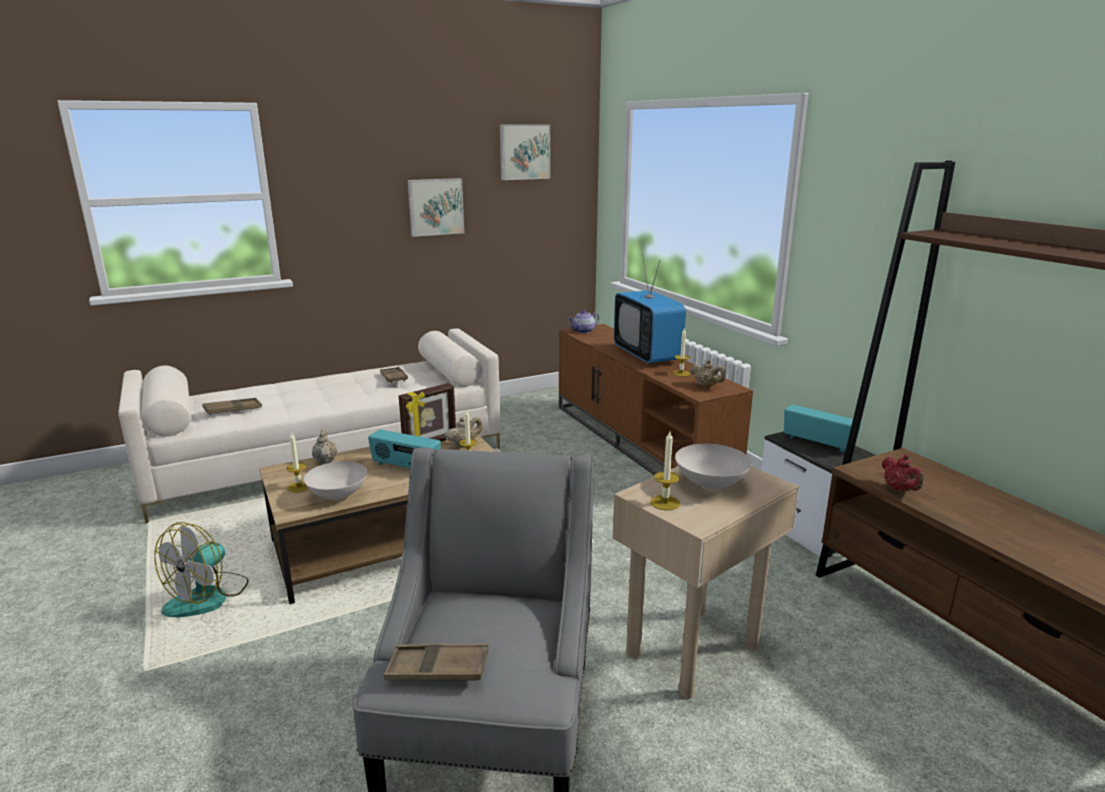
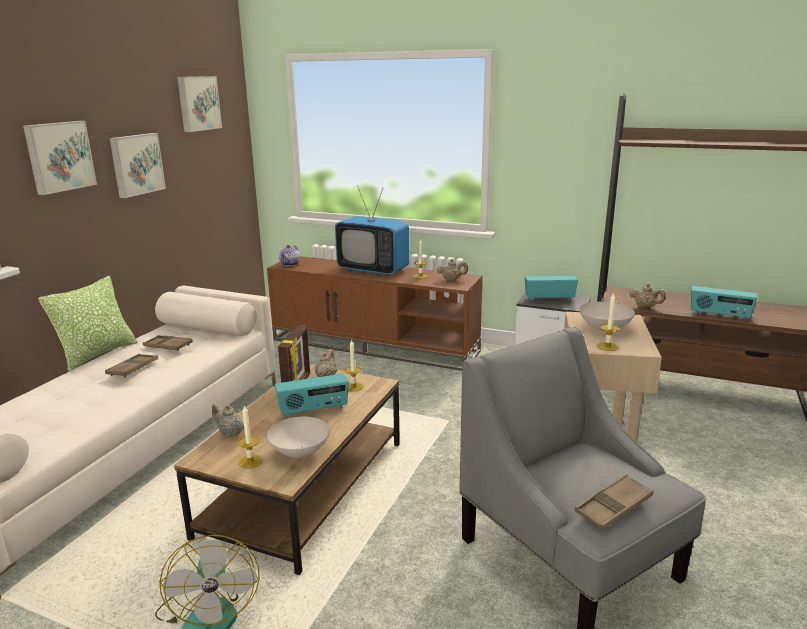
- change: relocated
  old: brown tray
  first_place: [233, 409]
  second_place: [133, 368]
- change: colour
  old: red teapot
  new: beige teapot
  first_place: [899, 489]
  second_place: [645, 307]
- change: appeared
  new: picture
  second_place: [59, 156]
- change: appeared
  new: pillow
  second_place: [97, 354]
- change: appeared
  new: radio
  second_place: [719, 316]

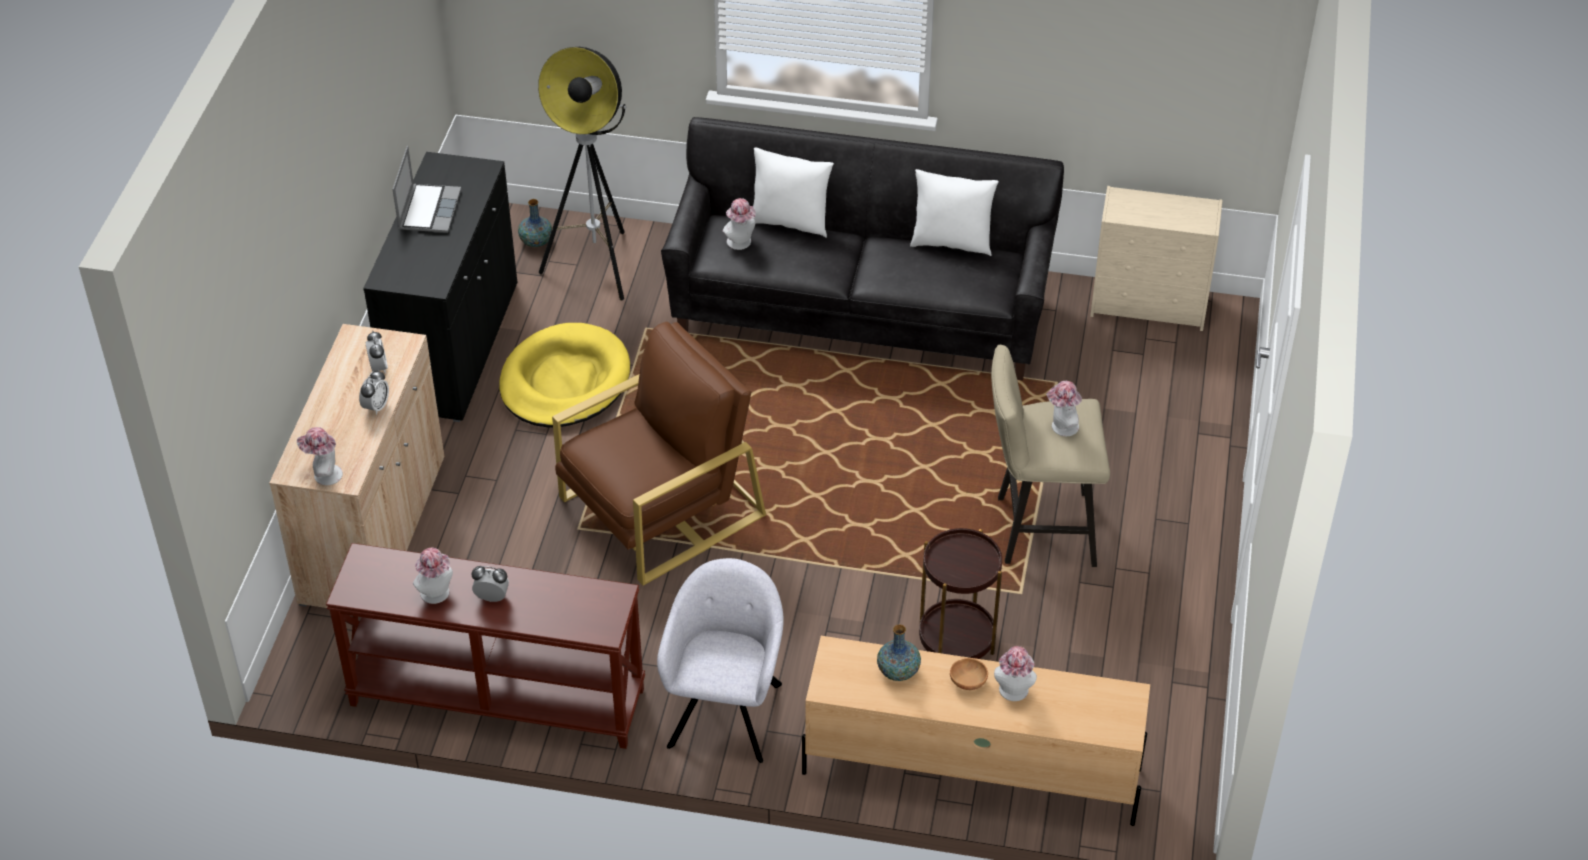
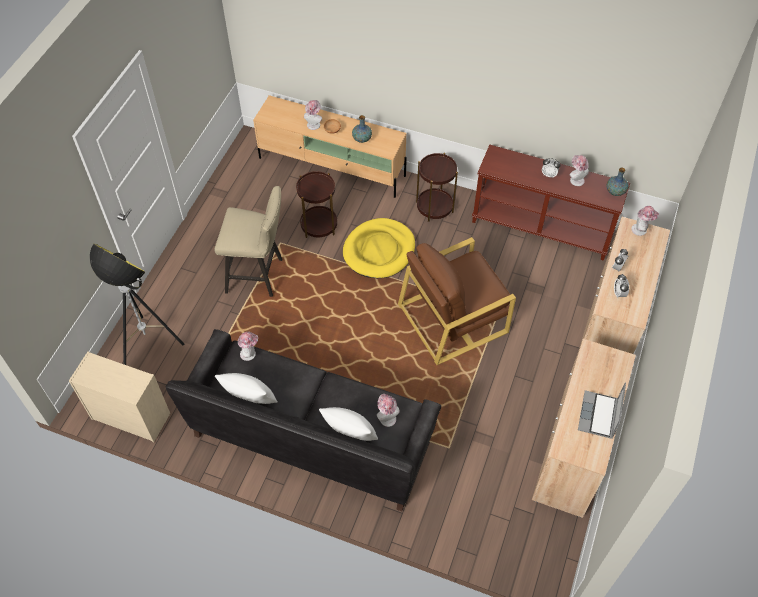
- change: relocated
  old: floor lamp
  first_place: [597, 266]
  second_place: [148, 344]
- change: colour
  old: black cabinet
  new: beige cabinet
  first_place: [453, 347]
  second_place: [572, 452]
- change: relocated
  old: vase
  first_place: [536, 242]
  second_place: [615, 191]
- change: relocated
  old: yellow dog bed
  first_place: [564, 381]
  second_place: [379, 250]
- change: relocated
  old: hat
  first_place: [1061, 427]
  second_place: [250, 353]
- change: exchanged
  old: grey armchair
  new: brown side table
  first_place: [726, 710]
  second_place: [434, 207]

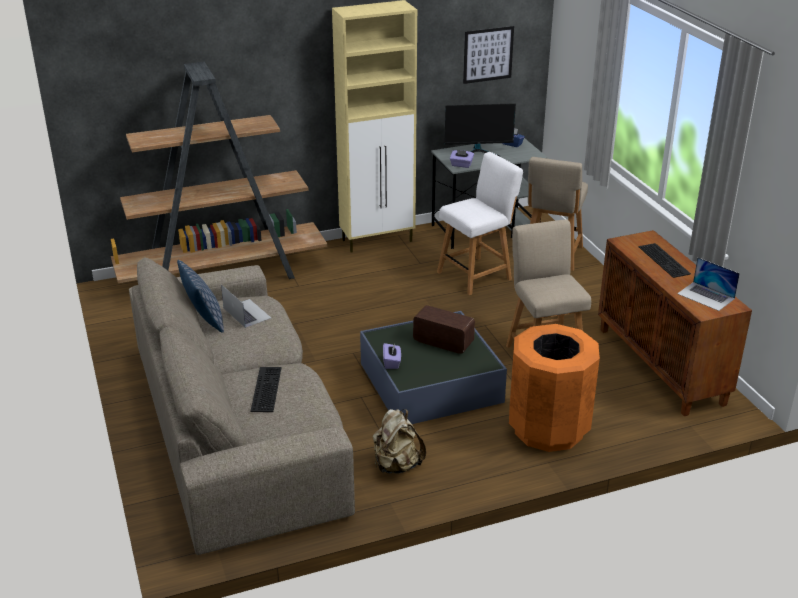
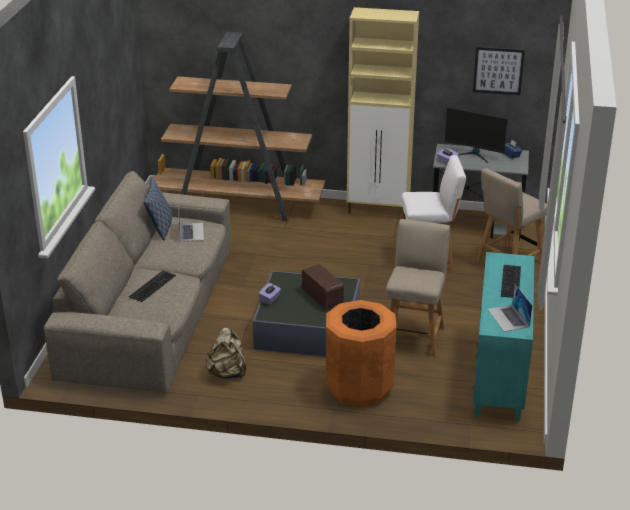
- change: colour
  old: brown cabinet
  new: turquoise cabinet
  first_place: [661, 366]
  second_place: [500, 375]

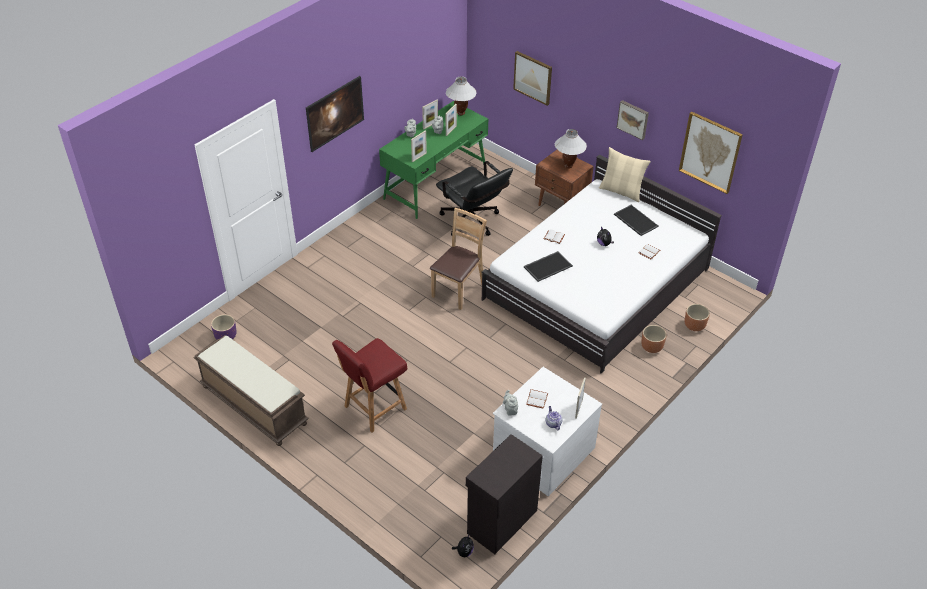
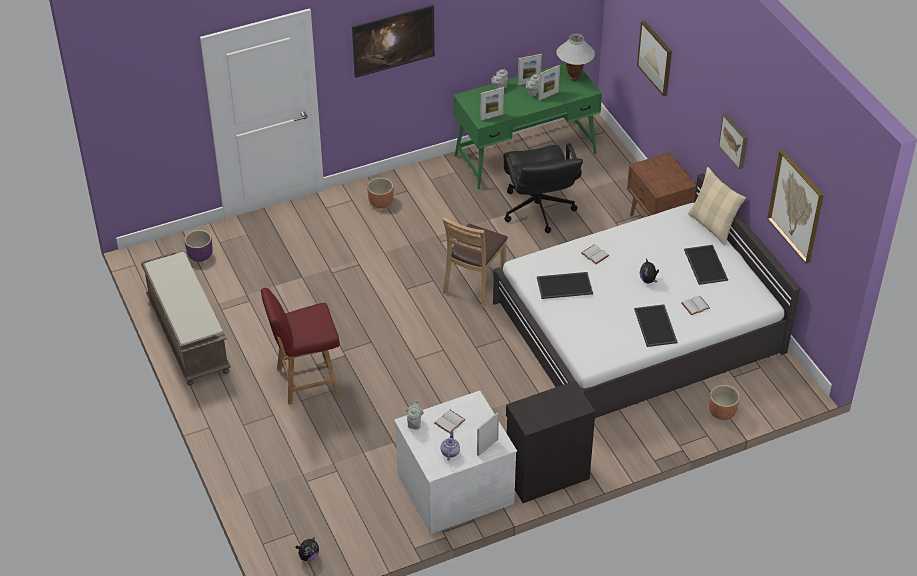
- change: missing
  old: white table lamp
  first_place: [568, 165]
- change: spun
  old: brown chair
  first_place: [458, 290]
  second_place: [474, 284]
  degrees: 150
- change: relocated
  old: brown planter
  first_place: [651, 347]
  second_place: [380, 203]
- change: relocated
  old: black cabinet
  first_place: [501, 521]
  second_place: [546, 476]
- change: appeared
  new: tray
  second_place: [656, 326]

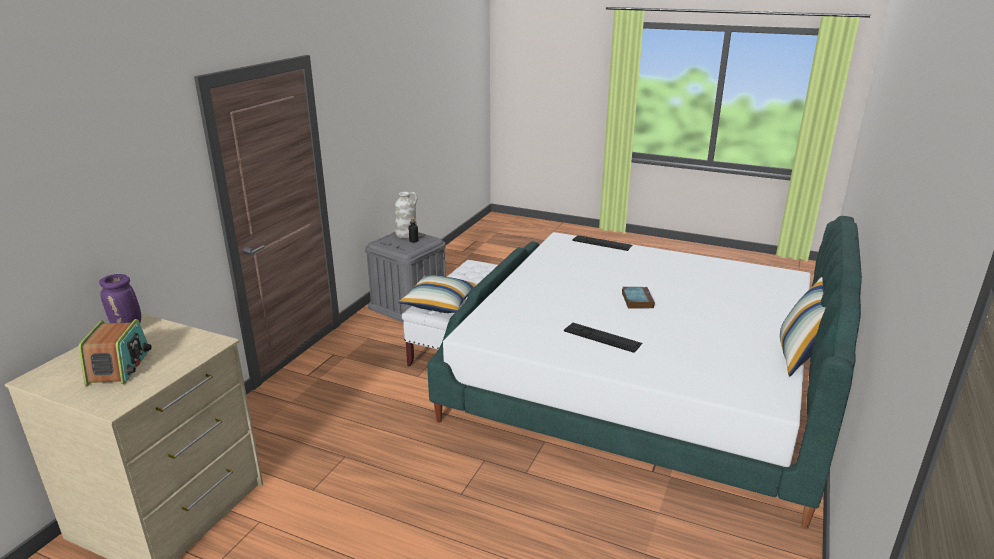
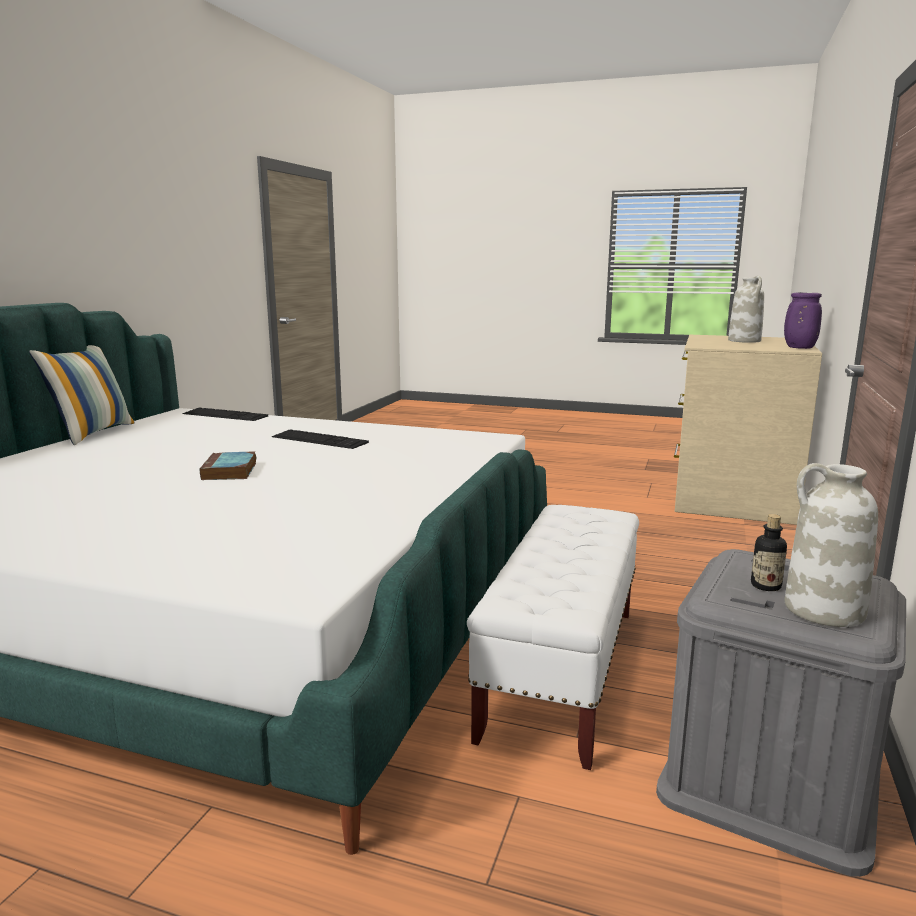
- change: relocated
  old: keyboard
  first_place: [602, 243]
  second_place: [225, 415]
- change: missing
  old: pillow
  first_place: [440, 304]
- change: exchanged
  old: radio
  new: white vase
  first_place: [120, 367]
  second_place: [745, 341]

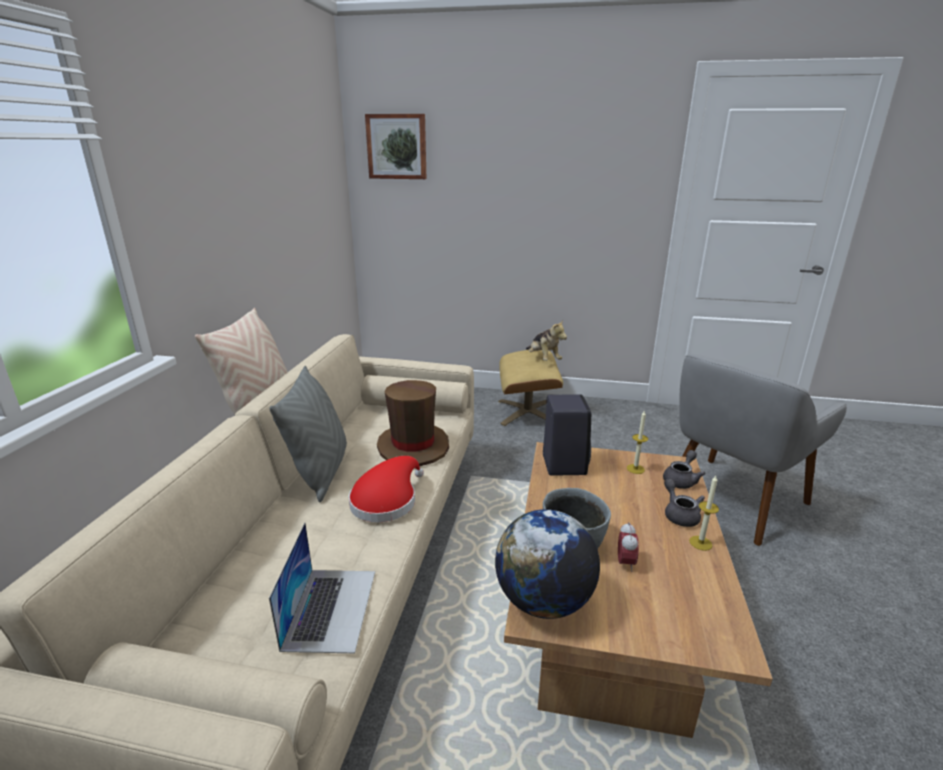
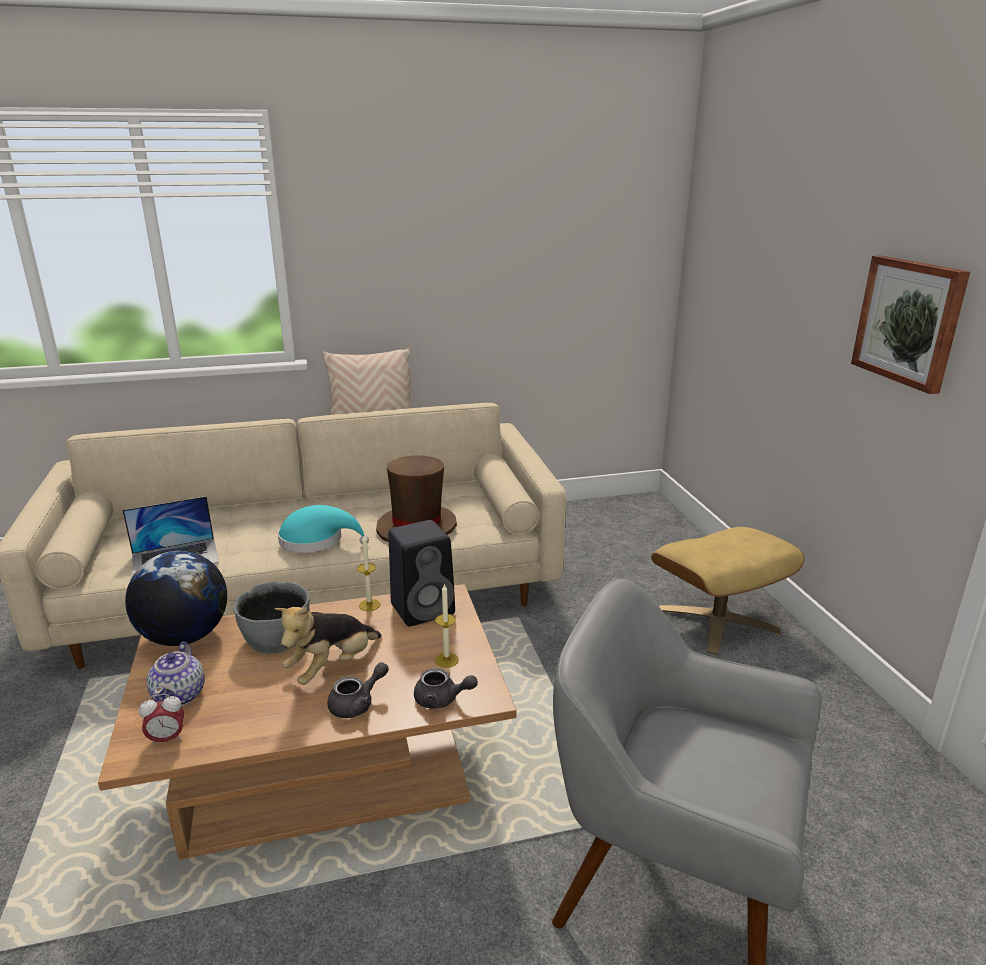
- change: relocated
  old: picture
  first_place: [397, 147]
  second_place: [909, 321]
- change: relocated
  old: plush toy
  first_place: [543, 359]
  second_place: [332, 667]
- change: missing
  old: grey pillow
  first_place: [320, 472]
- change: colour
  old: red hat
  new: turquoise hat
  first_place: [386, 500]
  second_place: [316, 540]
- change: relocated
  old: candle
  first_place: [700, 543]
  second_place: [369, 605]
- change: relocated
  old: alarm clock
  first_place: [625, 563]
  second_place: [167, 739]
- change: appeared
  new: teapot
  second_place: [180, 695]

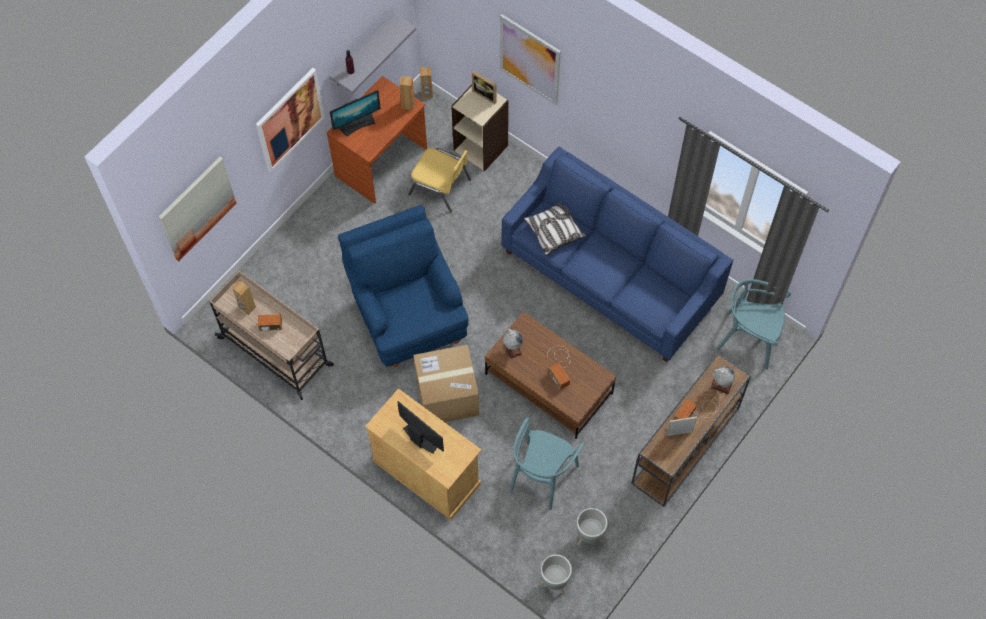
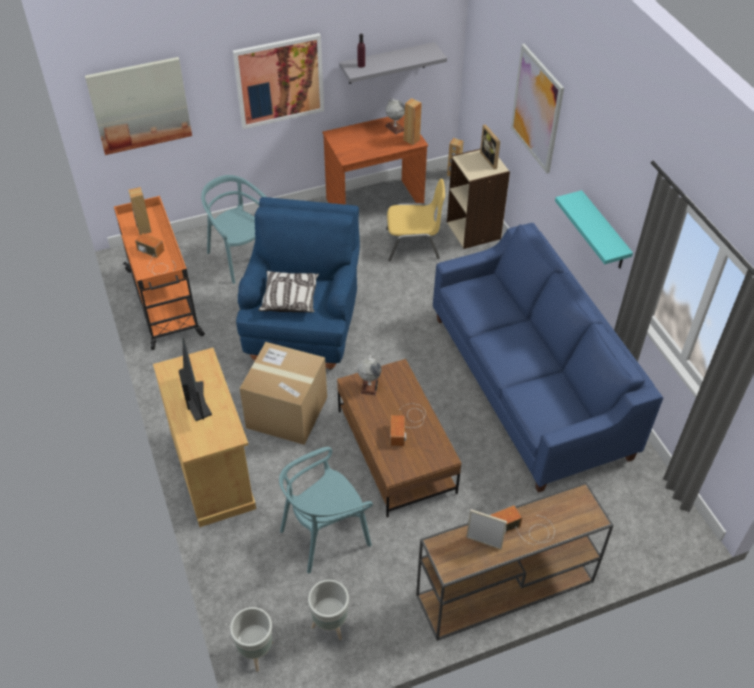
- change: missing
  old: monitor
  first_place: [357, 124]
- change: spun
  old: yellow chair
  first_place: [441, 187]
  second_place: [413, 244]
  degrees: -60
- change: relocated
  old: pillow
  first_place: [554, 232]
  second_place: [290, 299]
- change: colour
  old: beige cart
  new: orange cart
  first_place: [276, 352]
  second_place: [164, 303]
- change: relocated
  old: turquoise chair
  first_place: [749, 338]
  second_place: [241, 257]
- change: relocated
  old: globe
  first_place: [721, 385]
  second_place: [395, 128]
- change: appeared
  new: turquoise shelf
  second_place: [603, 232]

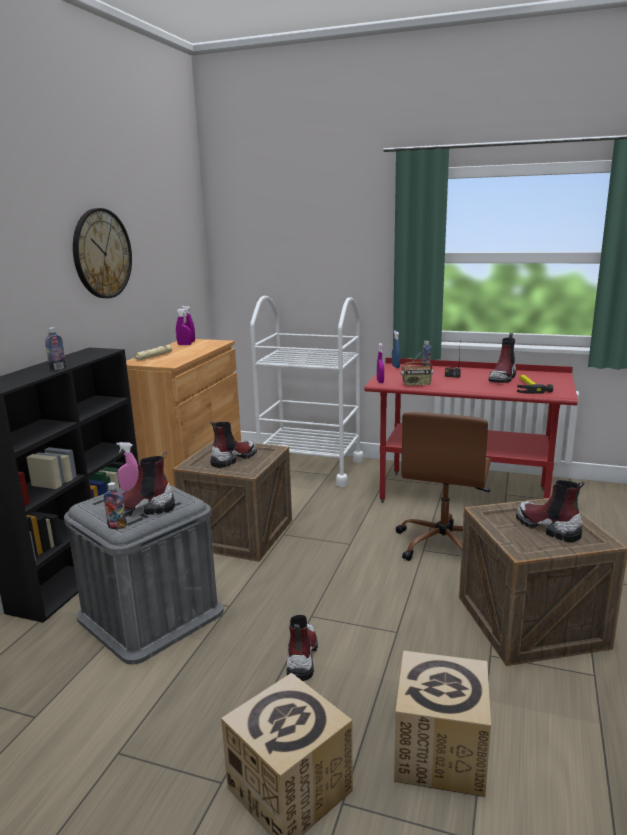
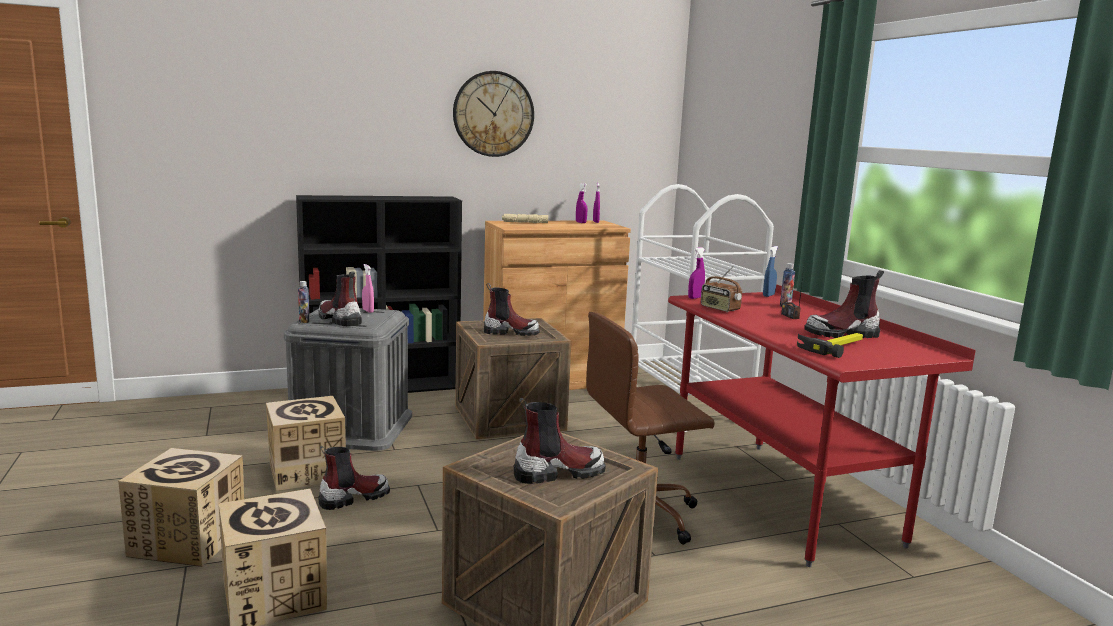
- change: missing
  old: bottle
  first_place: [58, 368]
- change: spun
  old: boot
  first_place: [547, 527]
  second_place: [558, 473]
  degrees: 60
- change: appeared
  new: cardboard box
  second_place: [306, 471]

